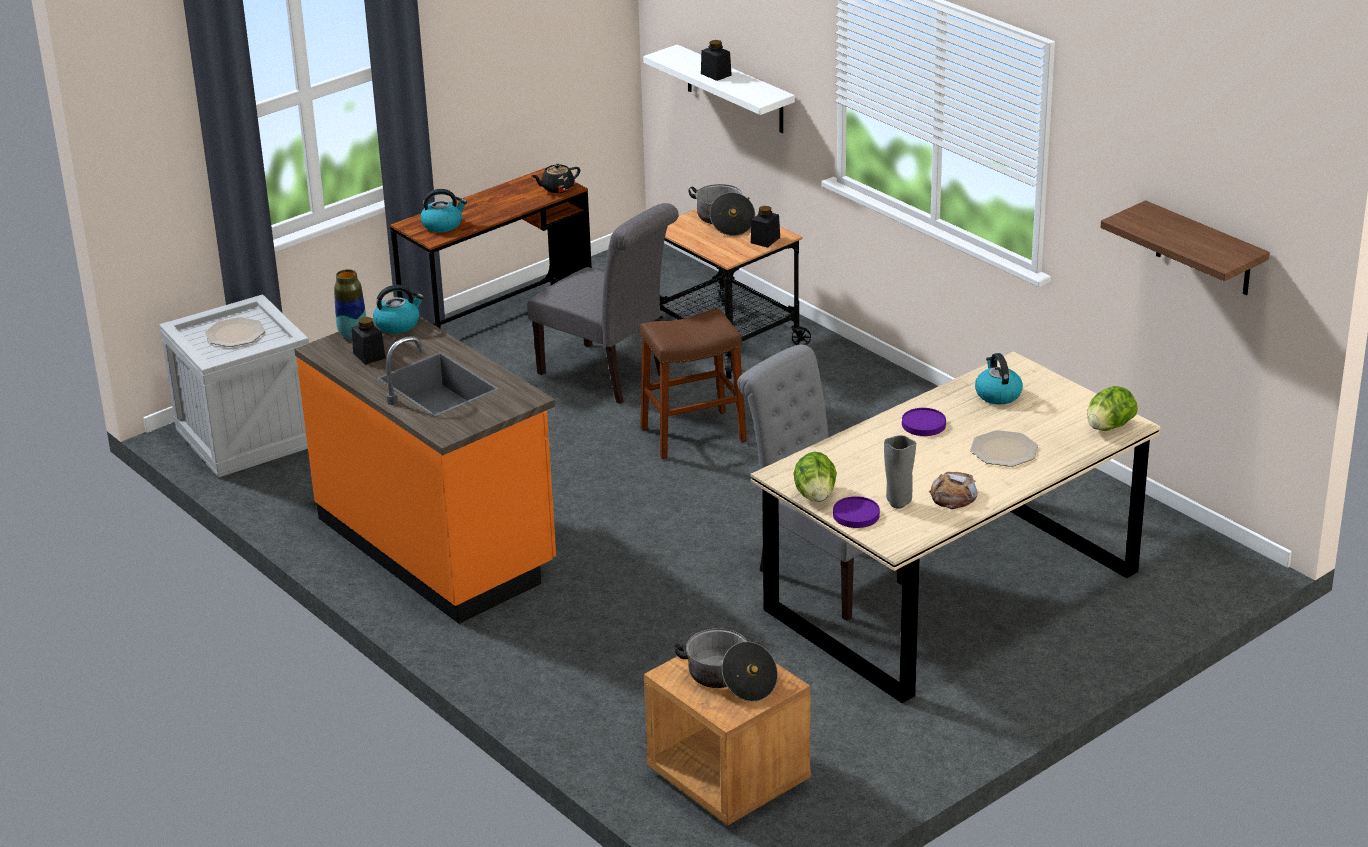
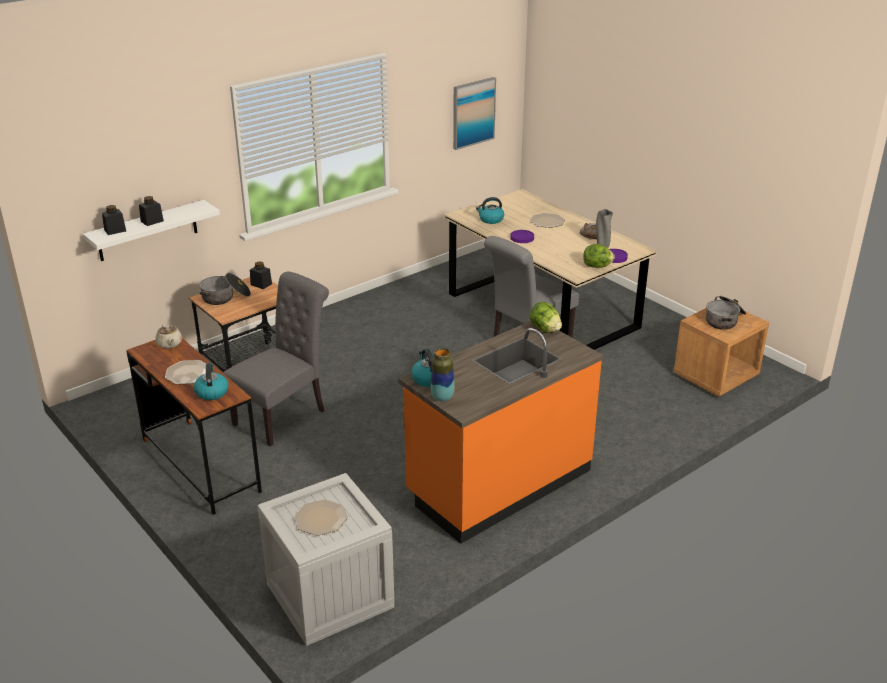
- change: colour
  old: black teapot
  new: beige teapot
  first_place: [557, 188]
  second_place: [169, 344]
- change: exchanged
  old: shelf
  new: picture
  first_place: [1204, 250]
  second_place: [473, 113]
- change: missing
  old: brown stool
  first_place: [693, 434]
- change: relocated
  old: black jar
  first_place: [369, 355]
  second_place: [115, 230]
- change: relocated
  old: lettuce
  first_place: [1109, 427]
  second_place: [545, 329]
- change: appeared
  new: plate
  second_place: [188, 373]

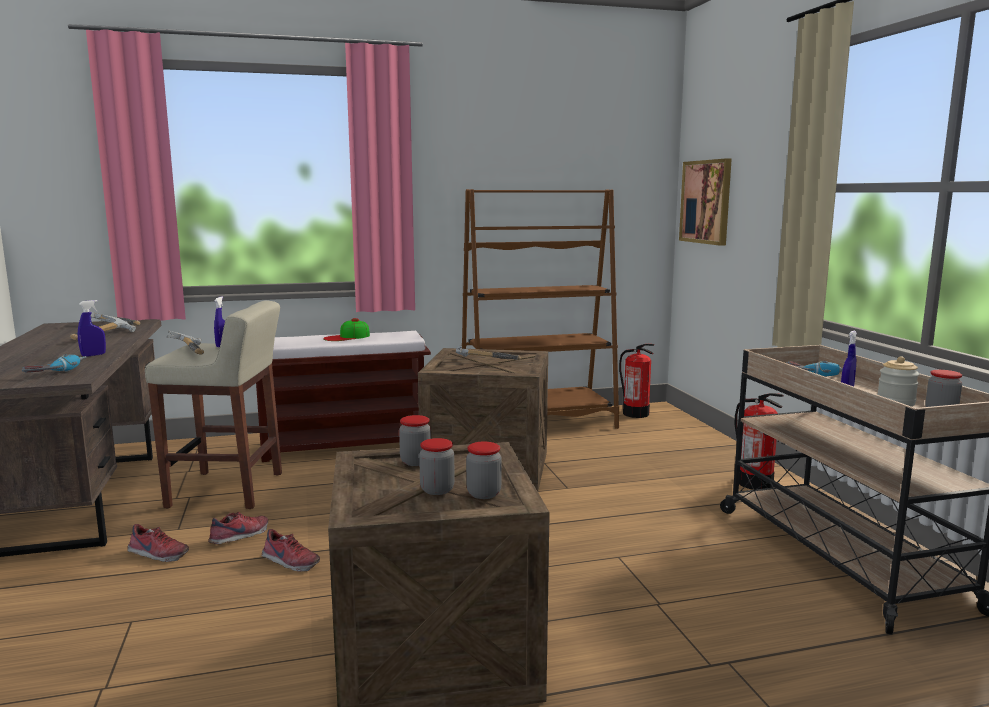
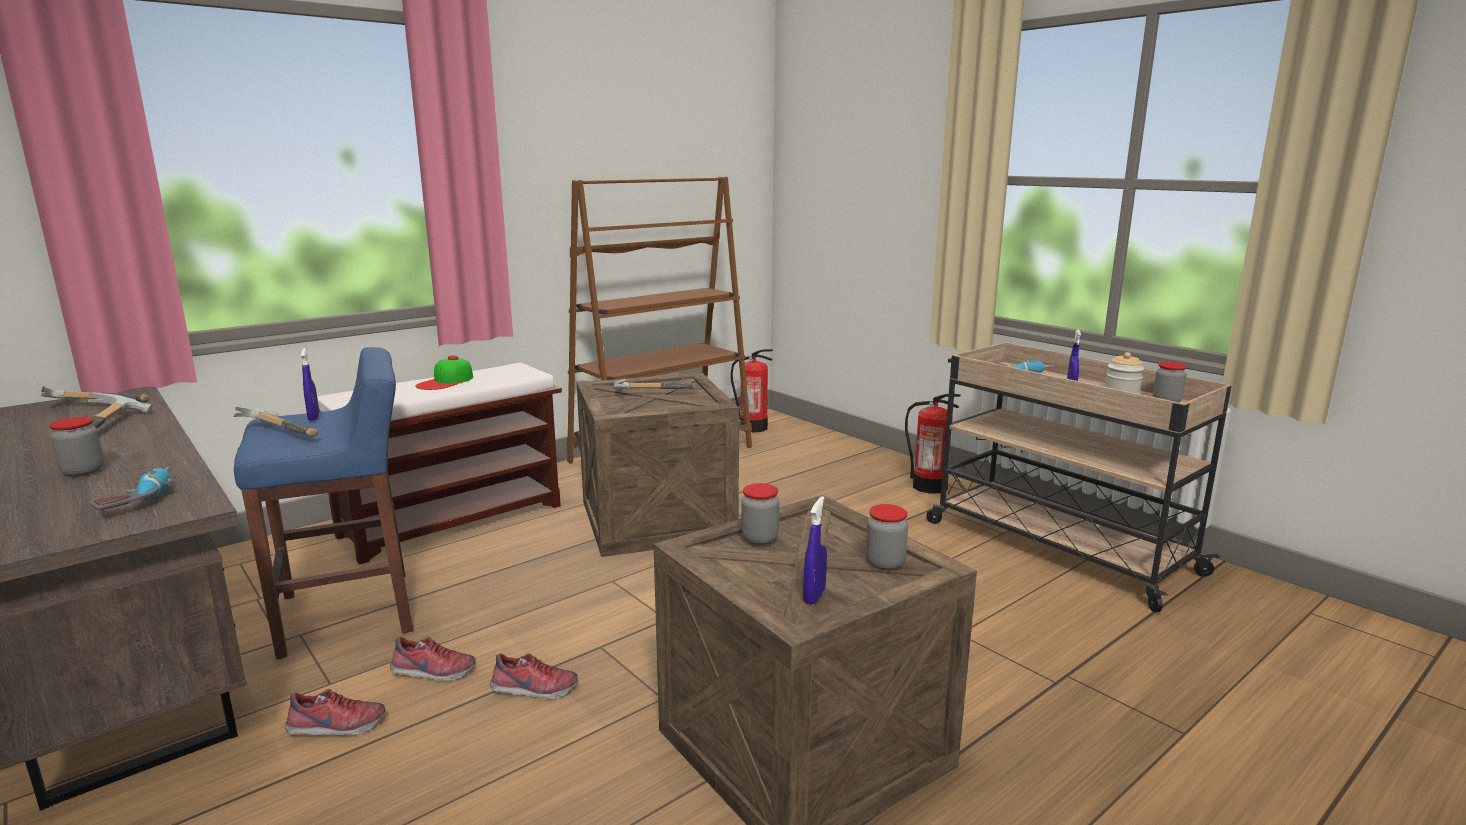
- change: missing
  old: picture
  first_place: [706, 202]
- change: relocated
  old: blue spray bottle
  first_place: [93, 355]
  second_place: [814, 596]
- change: colour
  old: beige stool
  new: blue stool
  first_place: [228, 490]
  second_place: [350, 613]
- change: relocated
  old: jar
  first_place: [437, 490]
  second_place: [83, 471]
- change: spun
  old: shoe
  first_place: [240, 536]
  second_place: [432, 672]
  degrees: 75

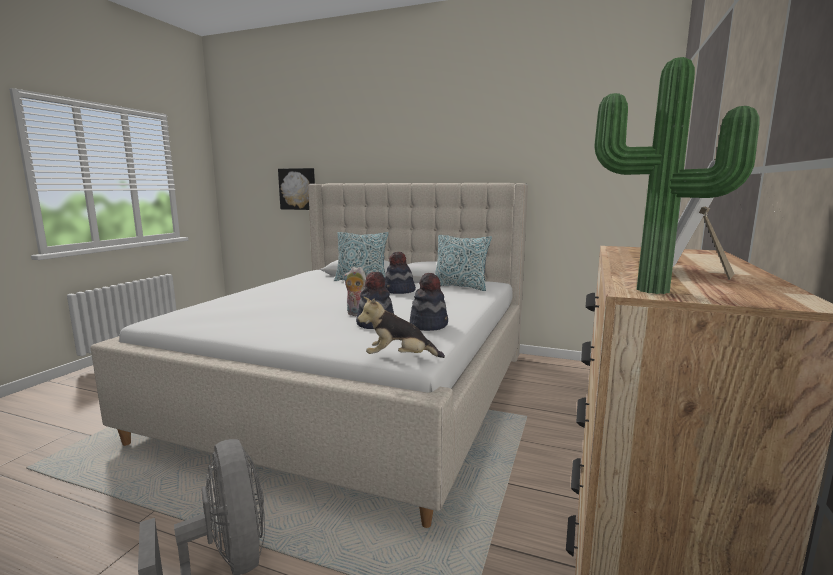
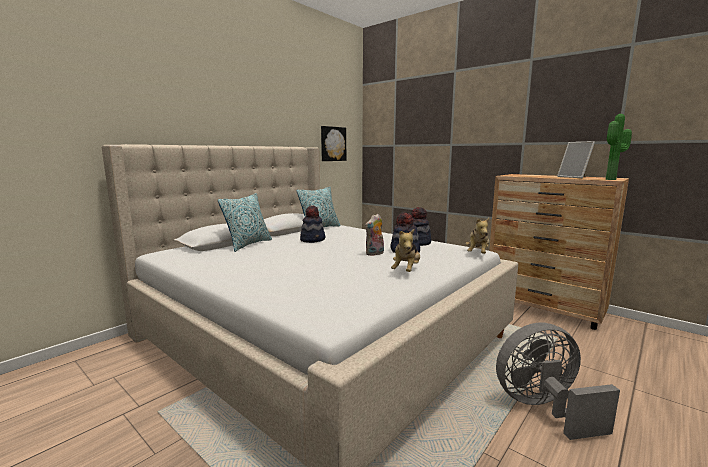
- change: relocated
  old: picture
  first_place: [298, 189]
  second_place: [332, 144]
- change: appeared
  new: plush toy
  second_place: [406, 270]

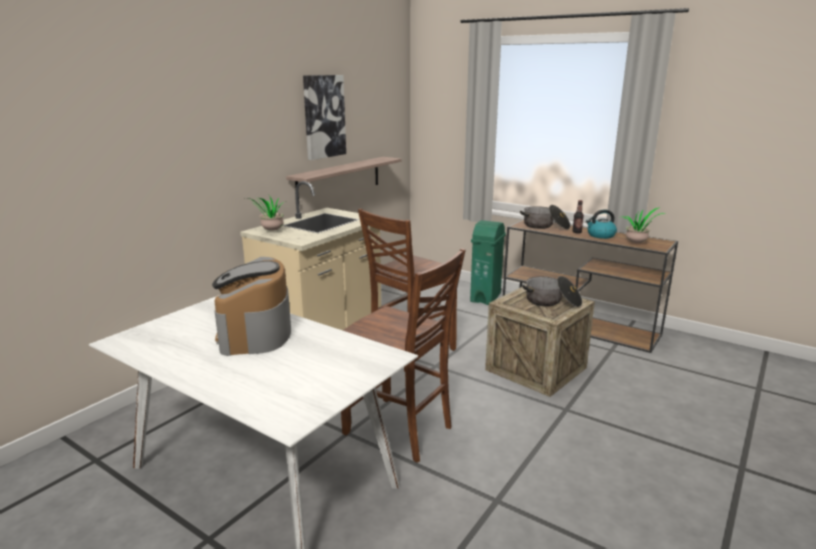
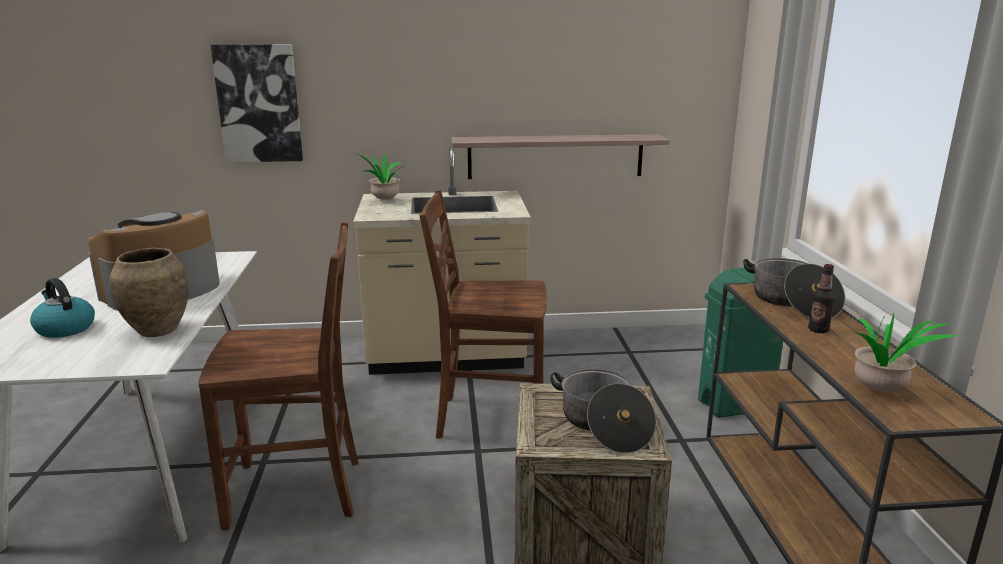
- change: relocated
  old: picture
  first_place: [323, 116]
  second_place: [259, 103]
- change: relocated
  old: kettle
  first_place: [600, 235]
  second_place: [64, 328]
- change: spun
  old: brown chair
  first_place: [400, 431]
  second_place: [298, 492]
  degrees: -90
- change: appeared
  new: brown vase
  second_place: [157, 331]

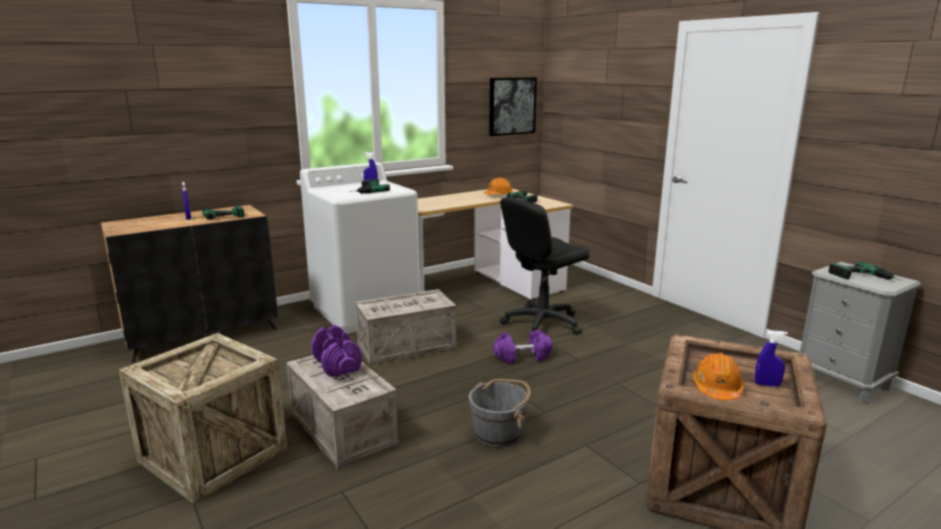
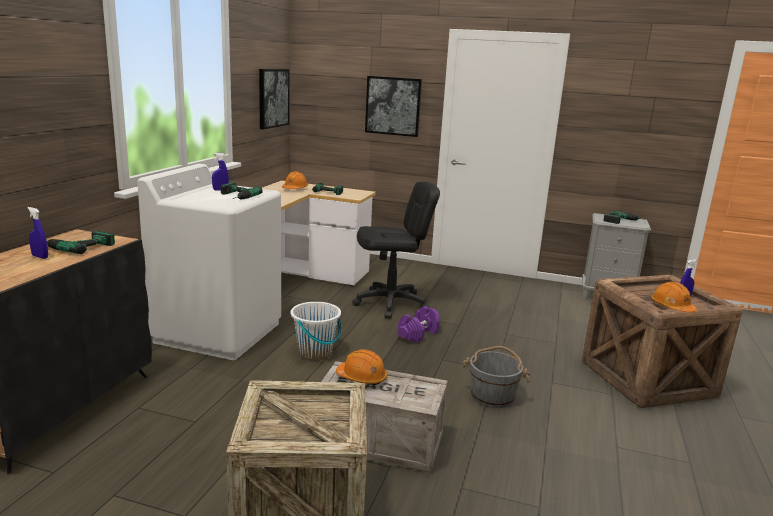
- change: spun
  old: black office chair
  first_place: [542, 323]
  second_place: [391, 303]
  degrees: -120
- change: exchanged
  old: crate
  new: white bucket
  first_place: [408, 346]
  second_place: [315, 353]
- change: exchanged
  old: purple dumbbell
  new: orange hard hat
  first_place: [336, 364]
  second_place: [362, 377]
- change: appeared
  new: picture
  second_place: [393, 106]

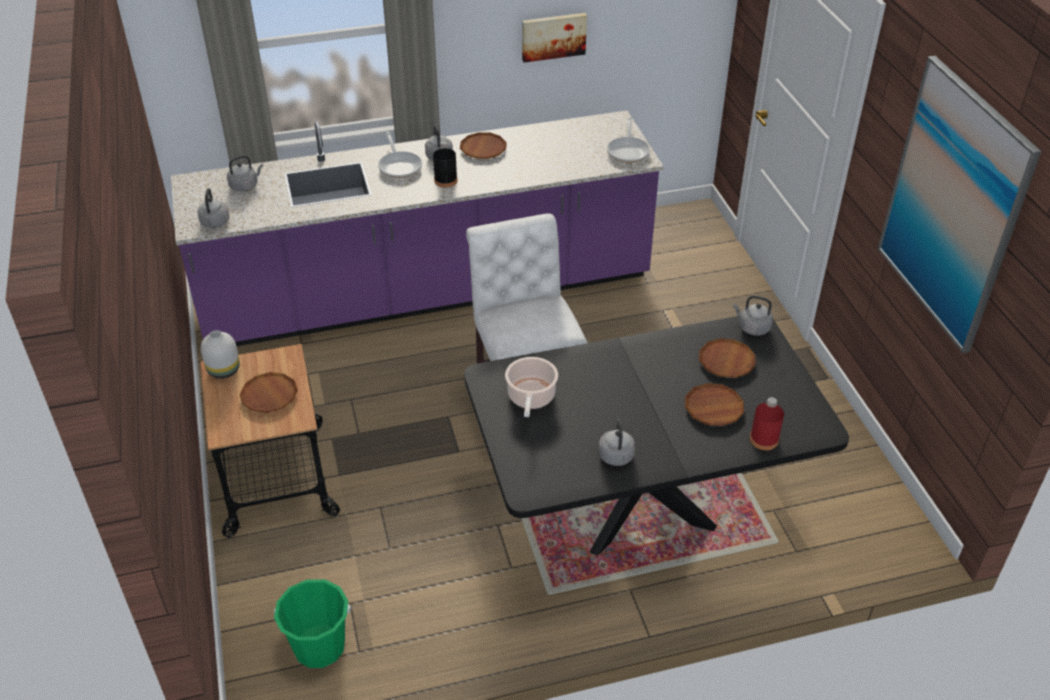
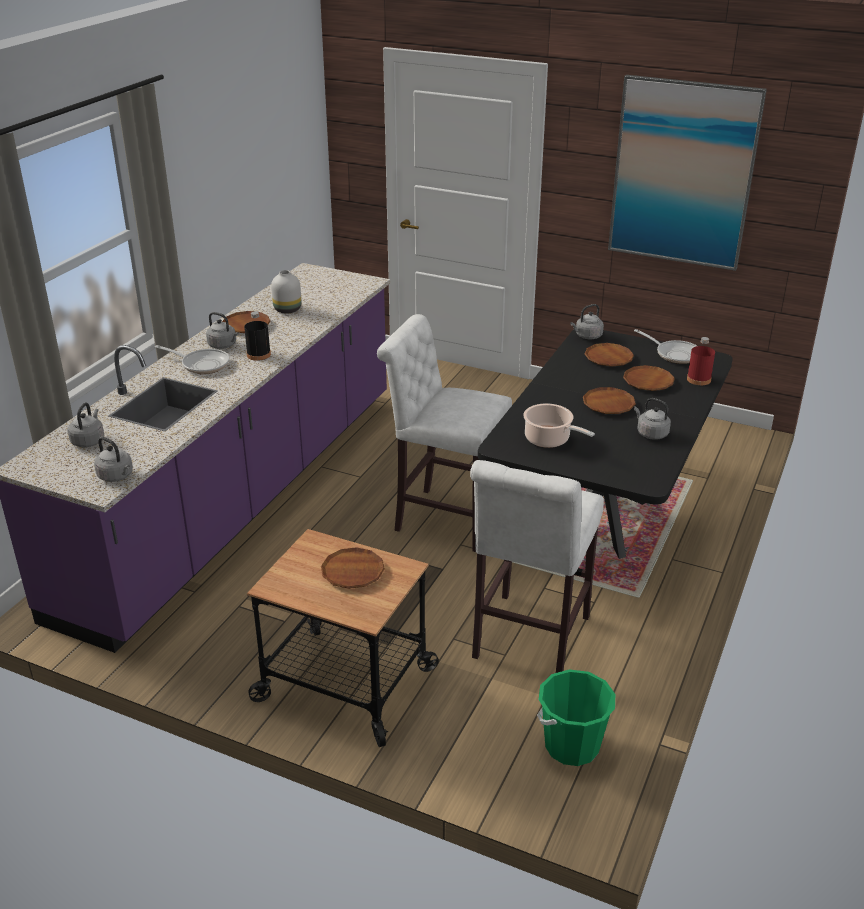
- change: missing
  old: picture
  first_place: [553, 36]
- change: relocated
  old: frying pan
  first_place: [628, 151]
  second_place: [675, 354]
- change: relocated
  old: white vase
  first_place: [223, 371]
  second_place: [288, 310]
- change: appeared
  new: brown plate
  second_place: [608, 404]
- change: appeared
  new: white stool
  second_place: [528, 642]

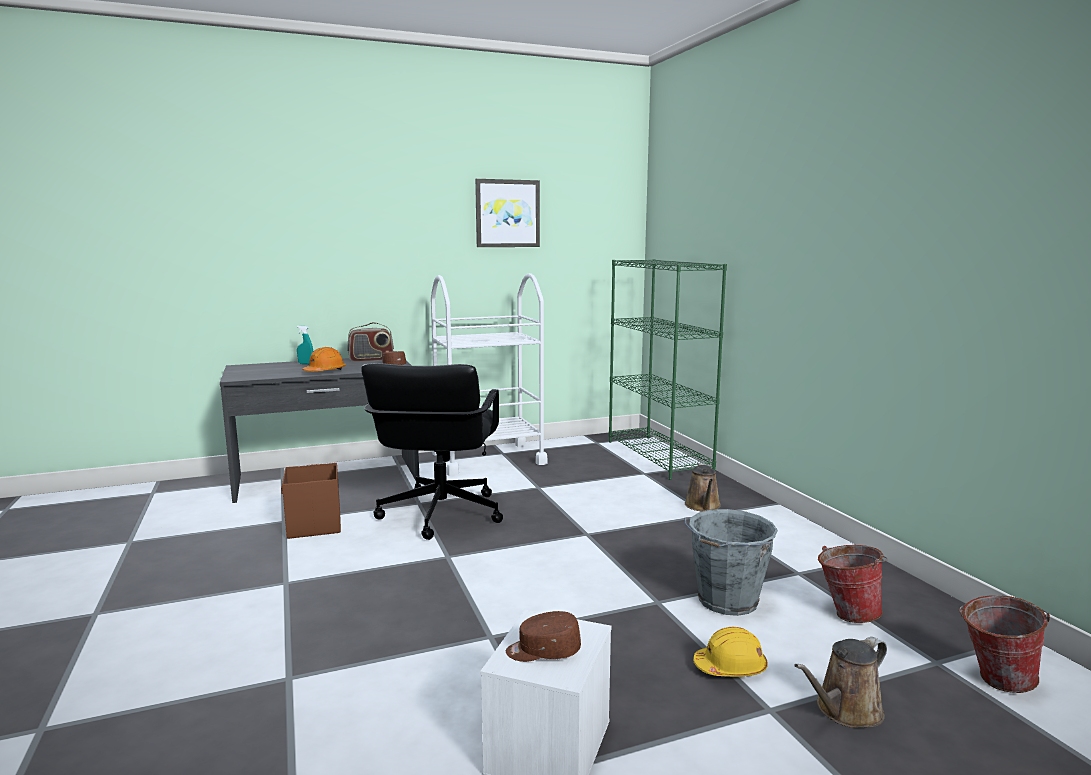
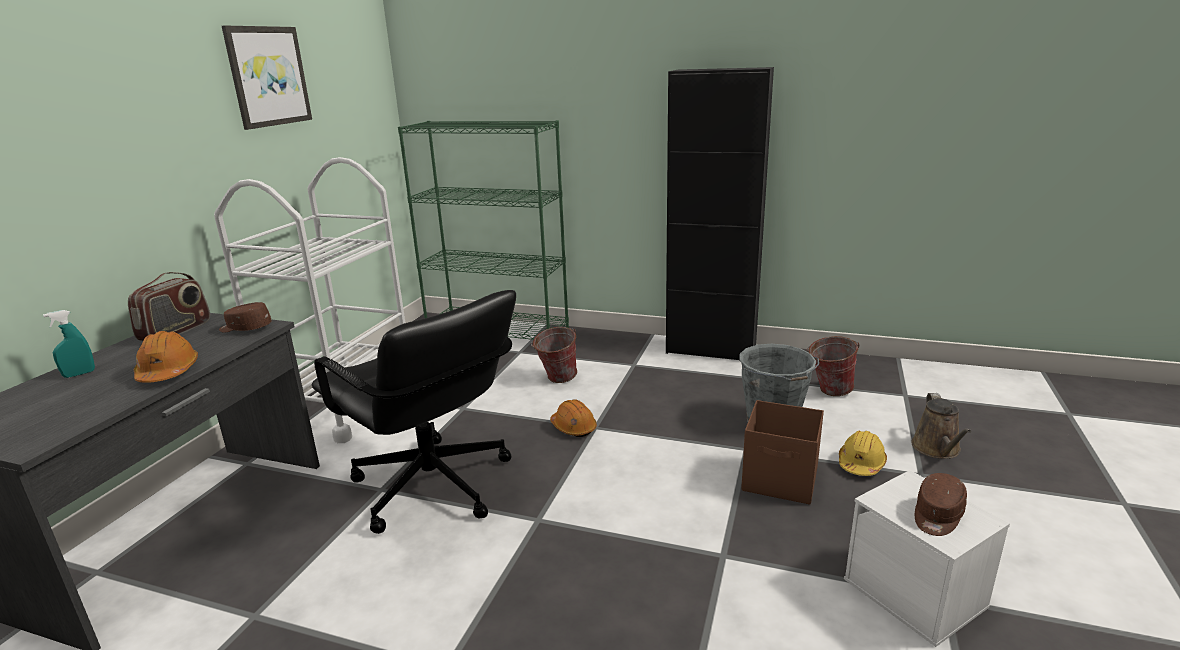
- change: relocated
  old: brown storage box
  first_place: [314, 526]
  second_place: [781, 480]
- change: missing
  old: brown watering can
  first_place: [703, 506]
- change: relocated
  old: bucket
  first_place: [994, 680]
  second_place: [556, 379]
- change: appeared
  new: black cabinet
  second_place: [711, 350]
- change: appeared
  new: orange hard hat
  second_place: [573, 427]

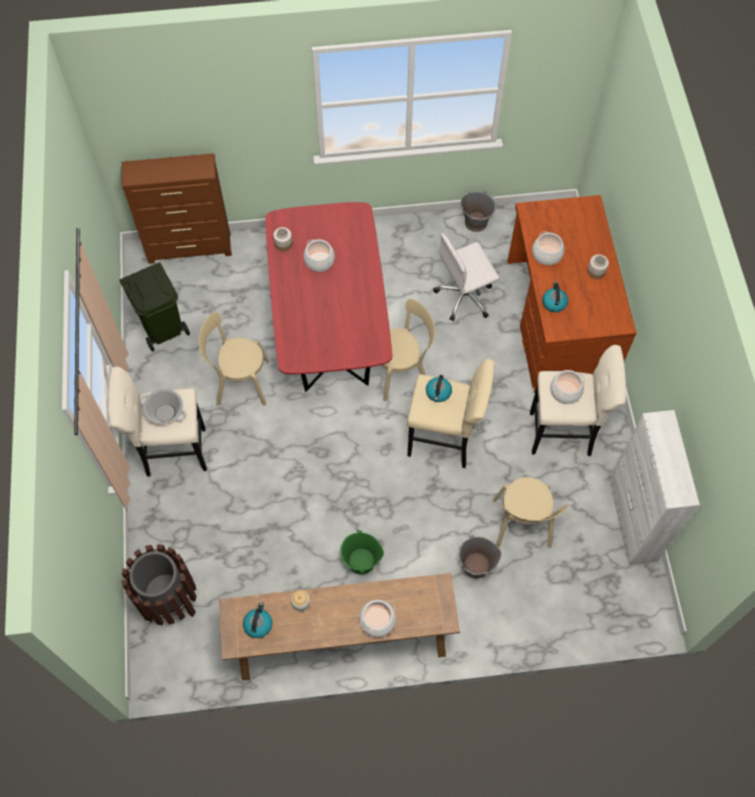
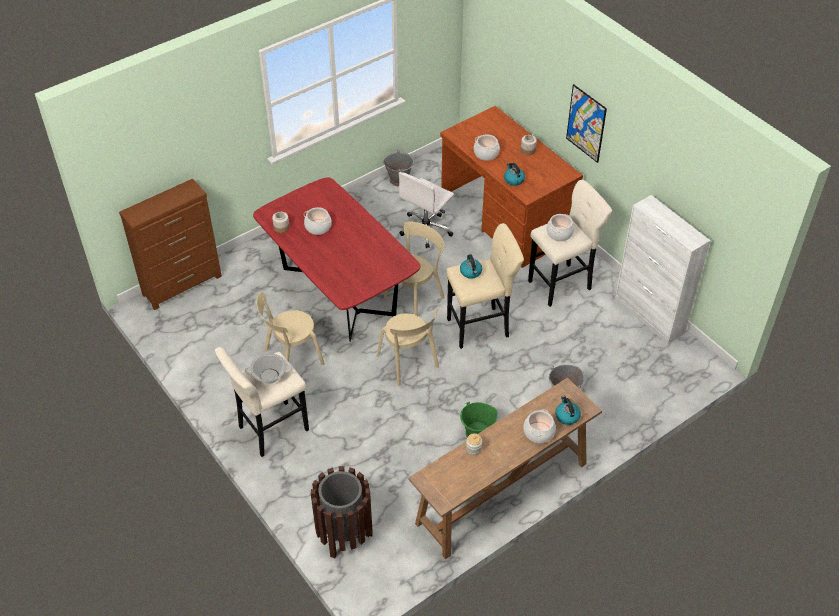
- change: missing
  old: green trash can
  first_place: [163, 328]
- change: relocated
  old: beige chair
  first_place: [522, 526]
  second_place: [409, 363]
- change: relocated
  old: kettle
  first_place: [258, 624]
  second_place: [567, 416]
- change: appeared
  new: picture
  second_place: [586, 123]

